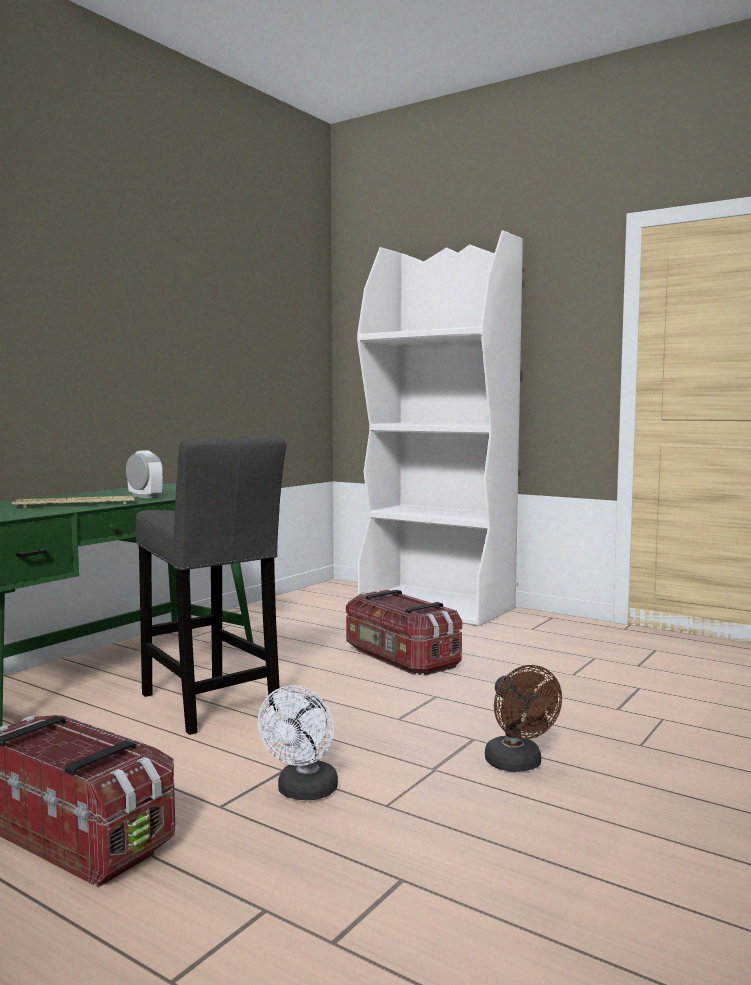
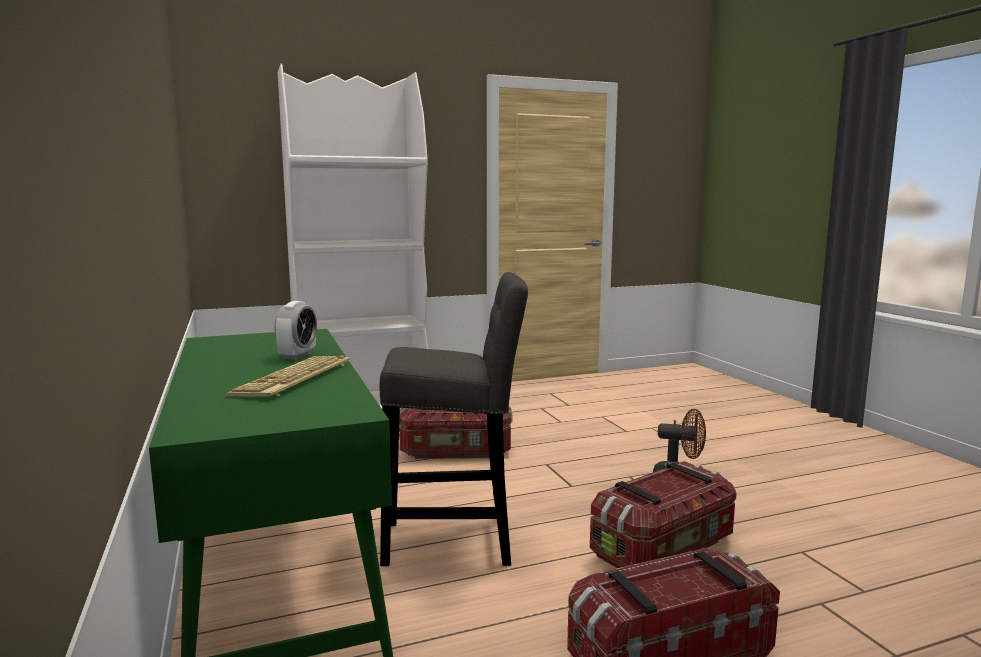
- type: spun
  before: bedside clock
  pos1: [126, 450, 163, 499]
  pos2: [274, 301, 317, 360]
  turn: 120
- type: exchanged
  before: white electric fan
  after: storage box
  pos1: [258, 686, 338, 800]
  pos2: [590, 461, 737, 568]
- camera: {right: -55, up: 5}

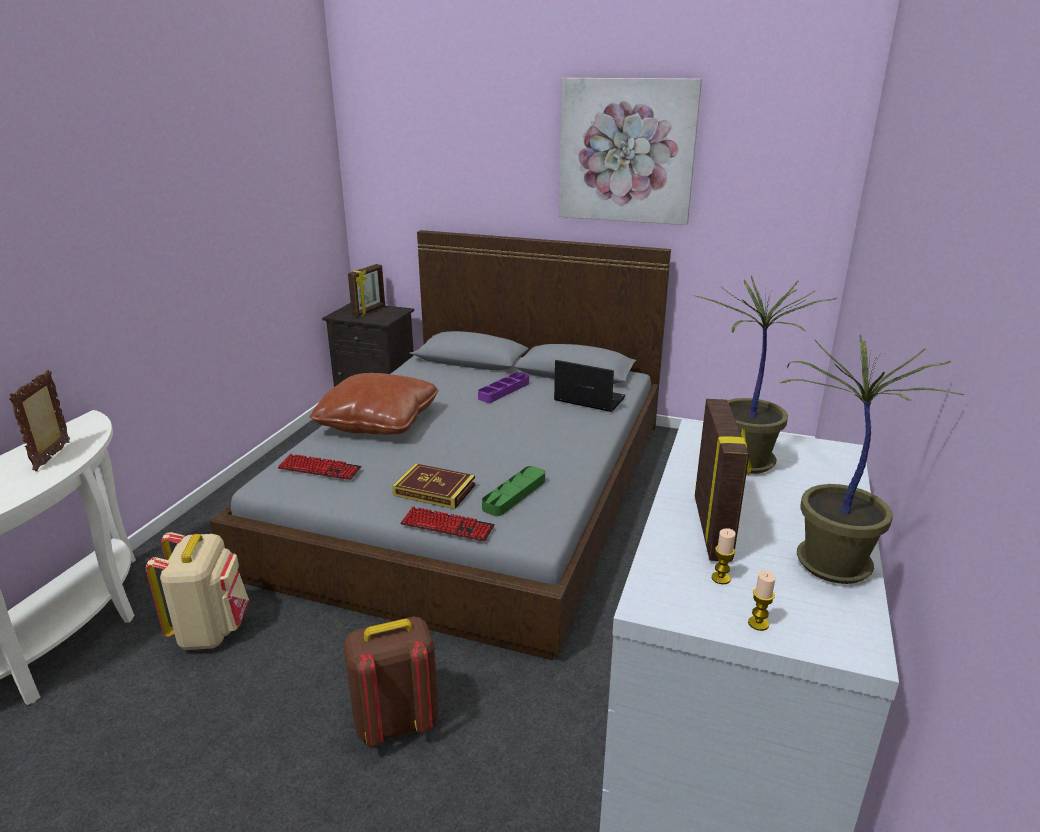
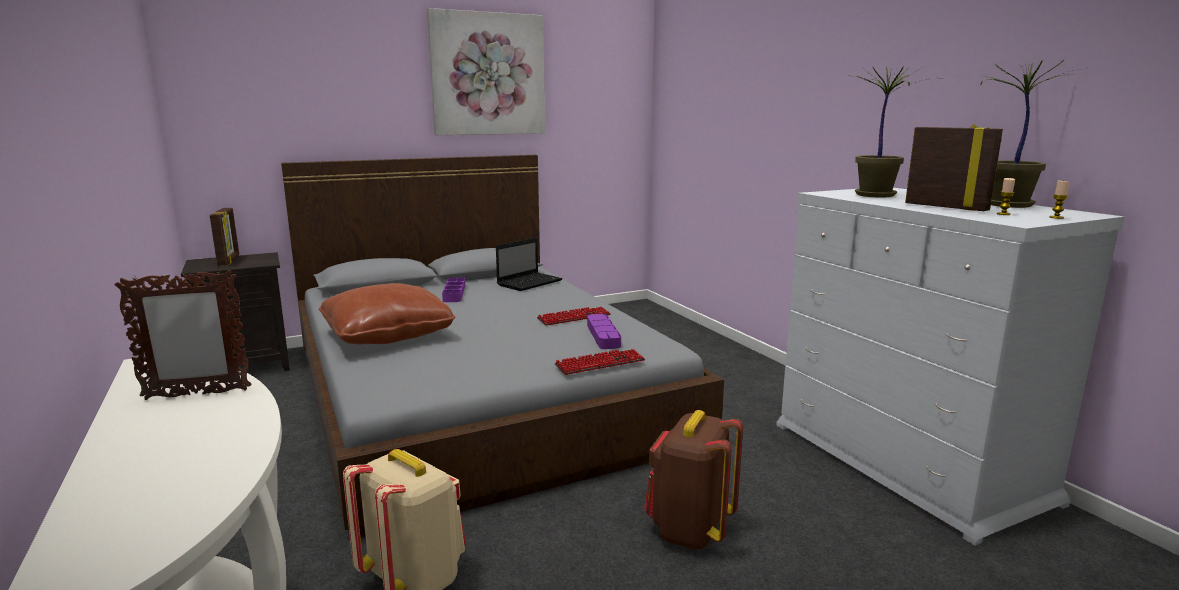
- type: spun
  before: standing frame
  pos1: [9, 370, 70, 471]
  pos2: [115, 270, 251, 400]
  turn: -60
- type: spun
  before: laptop
  pos1: [554, 360, 626, 412]
  pos2: [496, 238, 563, 291]
  turn: 150
- type: relocated
  before: PC keyboard
  pos1: [278, 454, 361, 480]
  pos2: [537, 307, 611, 326]
- type: colour
  before: green-coloured carrying tray
  after: purple-coloured carrying tray
  pos1: [482, 466, 545, 516]
  pos2: [587, 314, 621, 349]
- type: missing
  before: bound book
  pos1: [392, 463, 475, 509]
- camera: {right: -45, up: -10}

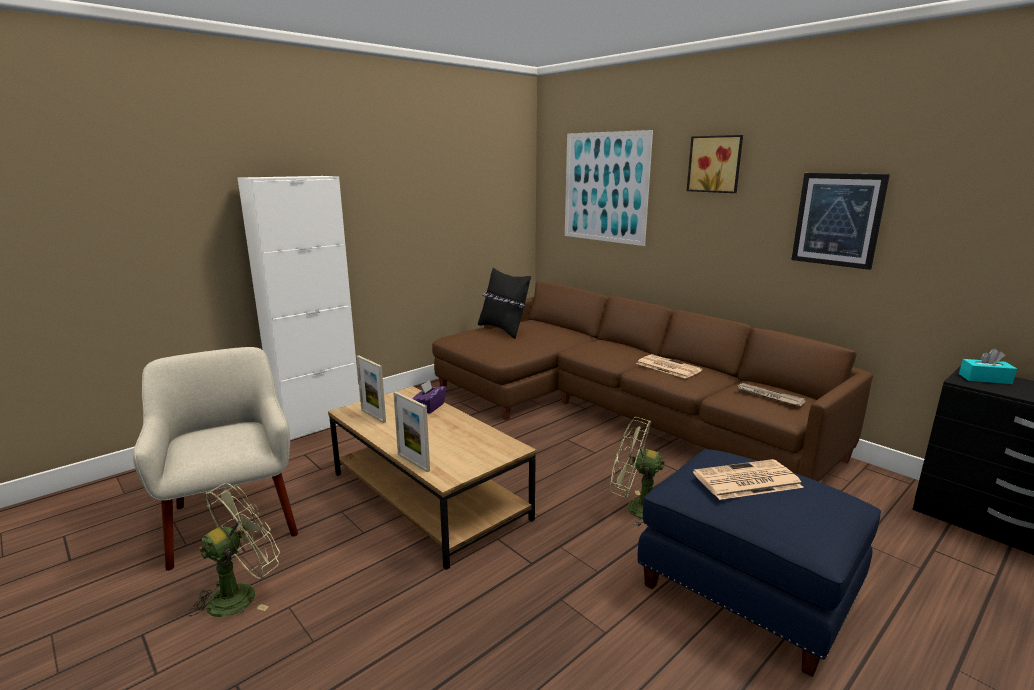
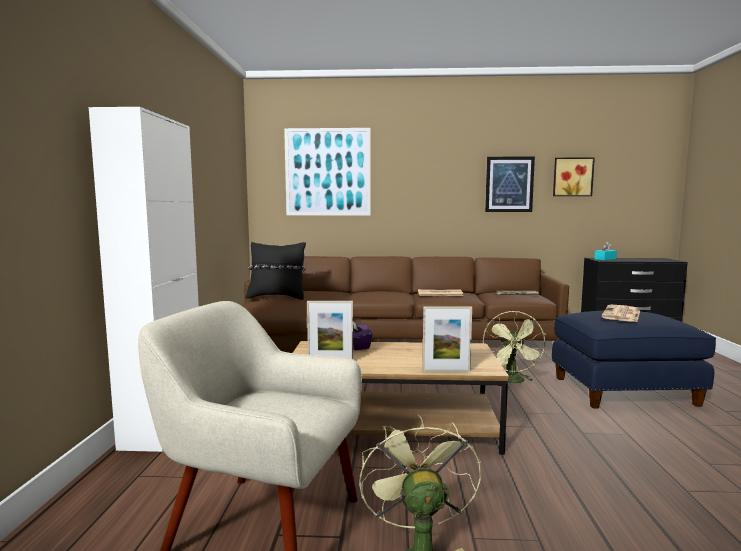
- type: spun
  before: green-coloured electric fan
  pos1: [610, 417, 665, 527]
  pos2: [483, 311, 546, 383]
  turn: -60
- type: relocated
  before: wall picture
  pos1: [687, 135, 743, 193]
  pos2: [553, 157, 595, 196]
- camera: {right: -45, up: -10}

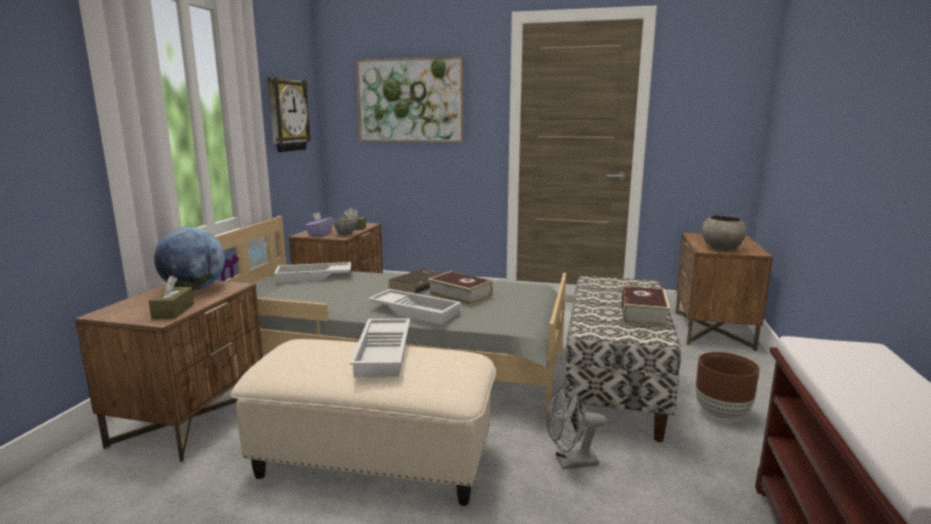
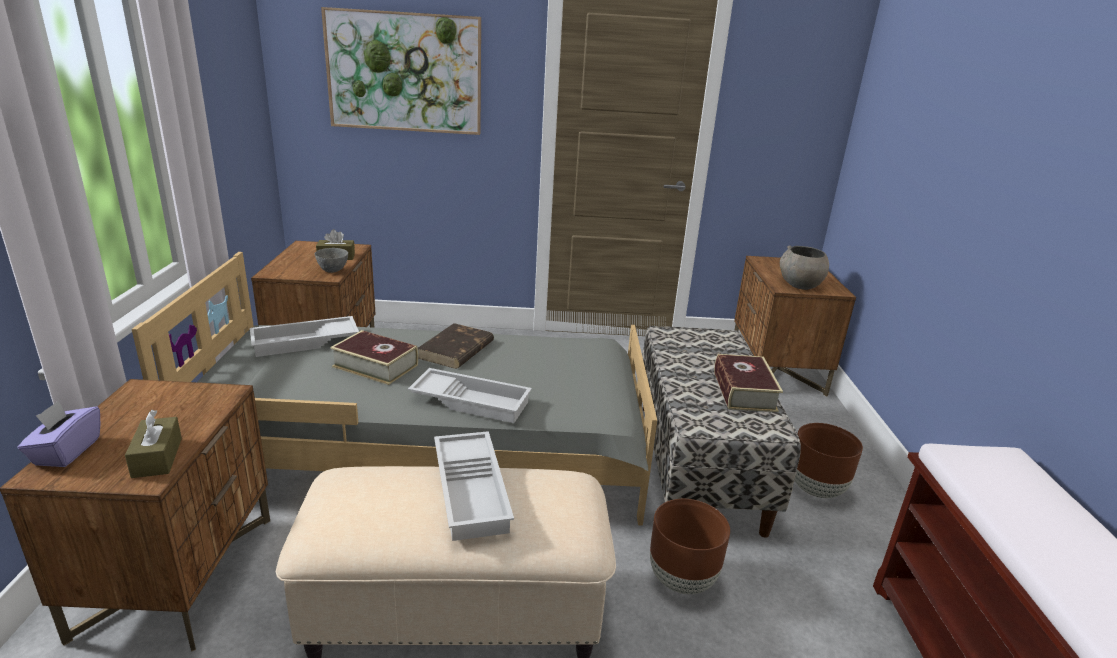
- type: relocated
  before: purple-coloured box of tissues
  pos1: [305, 212, 333, 236]
  pos2: [18, 401, 100, 467]
- type: relocated
  before: bound book
  pos1: [428, 271, 493, 306]
  pos2: [330, 330, 418, 385]
- type: exchanged
  before: gray electric fan
  after: brown-coloured flower pot
  pos1: [546, 384, 607, 469]
  pos2: [650, 499, 730, 594]
- type: missing
  before: desk globe
  pos1: [154, 227, 225, 290]
- type: missing
  before: clock on the wall
  pos1: [267, 77, 312, 152]
- camera: {right: -15, up: 10}

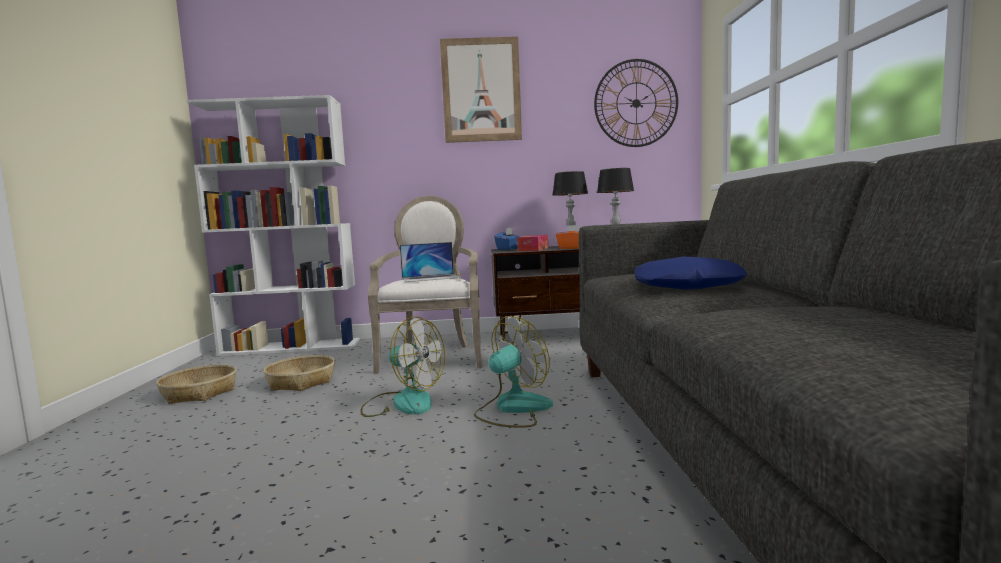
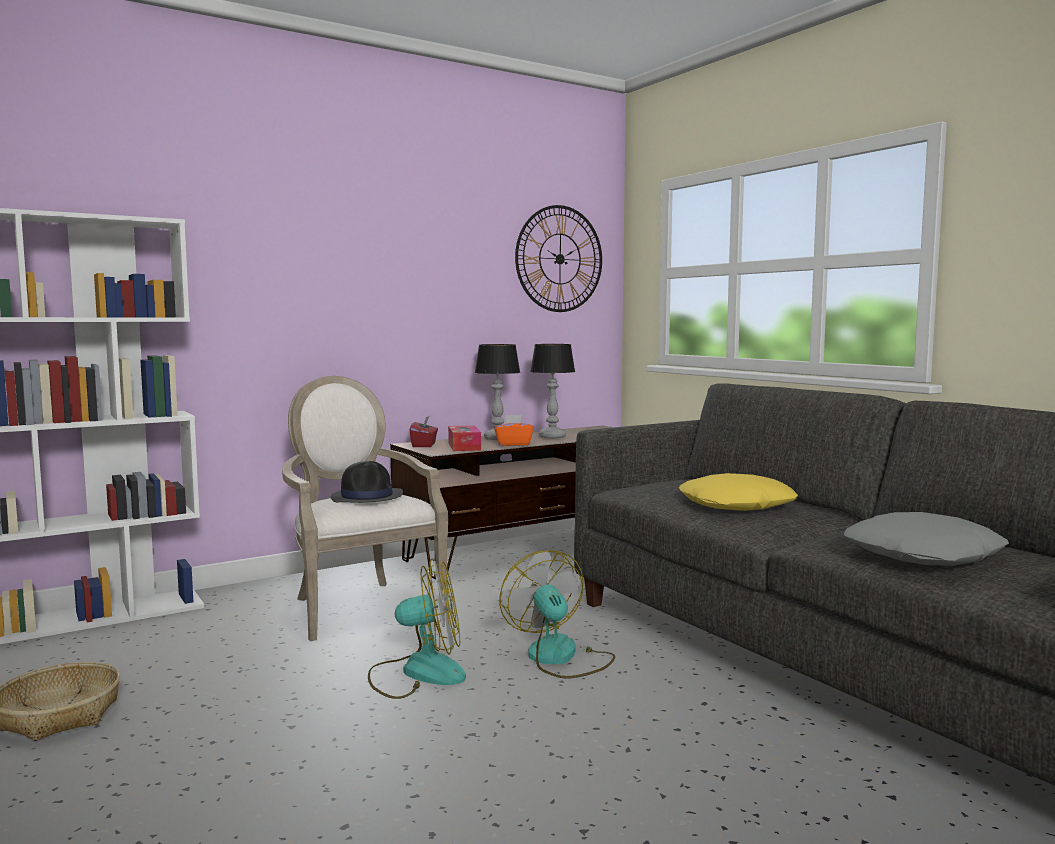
- type: exchanged
  before: laptop
  after: black wearable hat
  pos1: [400, 242, 461, 282]
  pos2: [331, 461, 403, 503]
- type: colour
  before: bluish box of tissues
  after: reddish box of tissues
  pos1: [494, 227, 520, 250]
  pos2: [410, 415, 438, 447]
- type: spun
  before: electric fan
  pos1: [474, 316, 553, 428]
  pos2: [499, 550, 615, 679]
  turn: -45
- type: colour
  before: bluish cushion
  after: yellowish cushion
  pos1: [634, 256, 746, 290]
  pos2: [679, 473, 798, 511]
- type: appeared
  after: gray cushion
  pos2: [844, 512, 1009, 566]
- type: missing
  before: storage basket
  pos1: [264, 355, 335, 391]
- type: missing
  before: wall picture
  pos1: [440, 36, 522, 143]
- camera: {right: -30, up: 0}

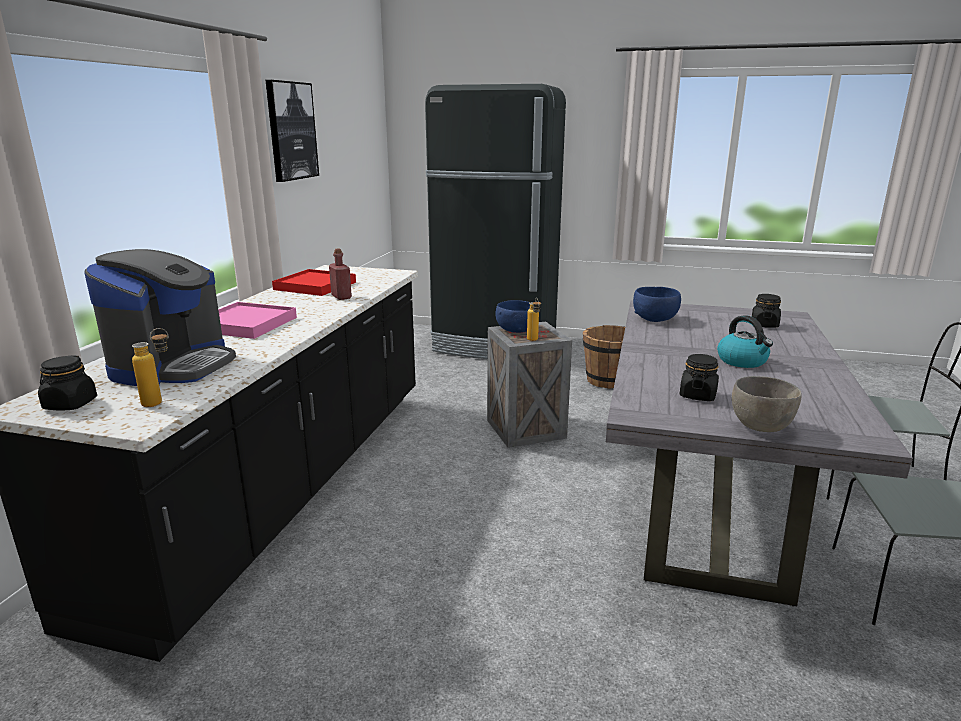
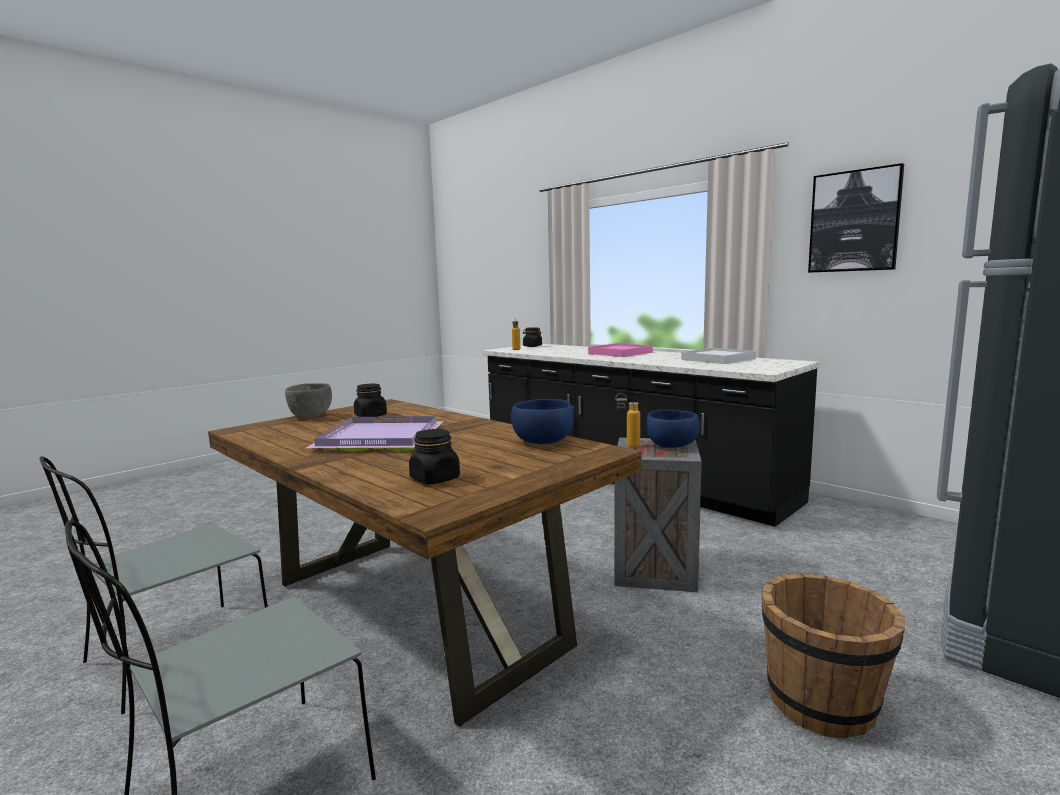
- type: colour
  before: gray kitchen table
  after: brown-coloured kitchen table
  pos1: [606, 301, 913, 607]
  pos2: [208, 399, 642, 727]
- type: exchanged
  before: water kettle
  after: purple-coloured carrying tray
  pos1: [717, 315, 773, 368]
  pos2: [306, 416, 444, 451]
- type: colour
  before: reddish carrying tray
  after: white carrying tray
  pos1: [272, 269, 356, 296]
  pos2: [681, 348, 756, 364]
- type: missing
  before: coffee machine
  pos1: [84, 249, 236, 386]
- type: missing
  before: reddish beverage bottle
  pos1: [329, 248, 352, 300]
- camera: {right: 120, up: -10}

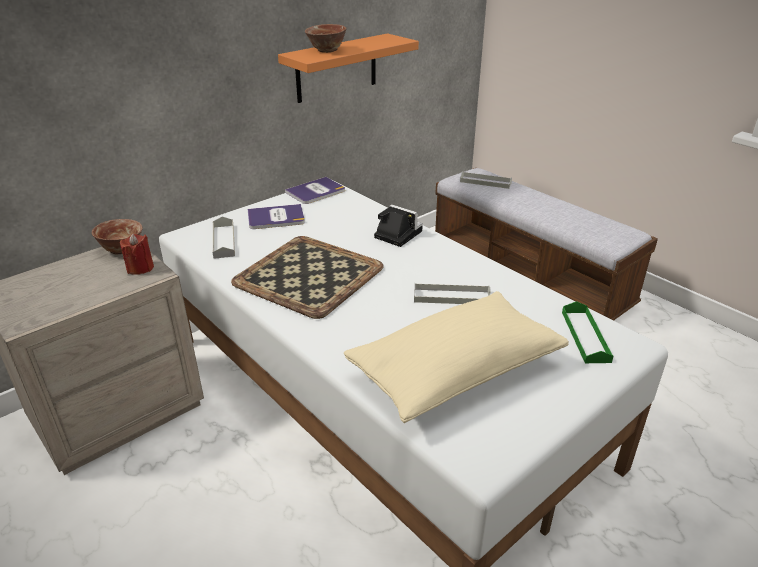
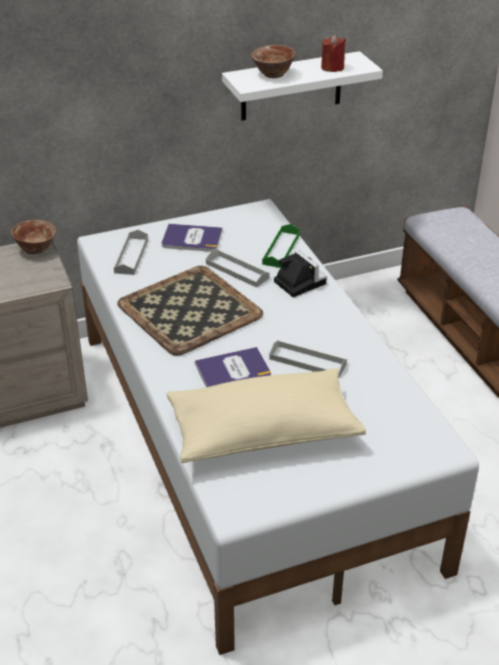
- type: relocated
  before: bound book
  pos1: [285, 177, 345, 204]
  pos2: [195, 347, 271, 387]
- type: relocated
  before: gray carrying tray
  pos1: [460, 171, 512, 189]
  pos2: [206, 250, 269, 288]
- type: colour
  before: orangey bracket shelf
  after: white bracket shelf
  pos1: [278, 33, 419, 103]
  pos2: [222, 51, 383, 121]
- type: relocated
  before: green-coloured carrying tray
  pos1: [562, 301, 614, 363]
  pos2: [262, 224, 300, 268]
- type: relocated
  before: reddish wax light
  pos1: [120, 233, 154, 275]
  pos2: [321, 34, 346, 72]
- camera: {right: 20, up: 5}

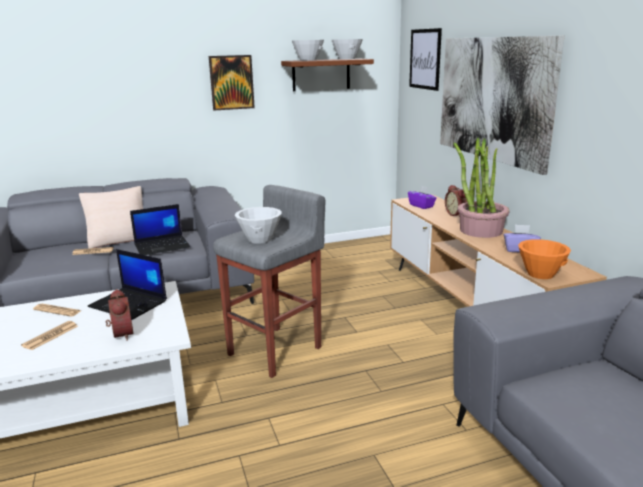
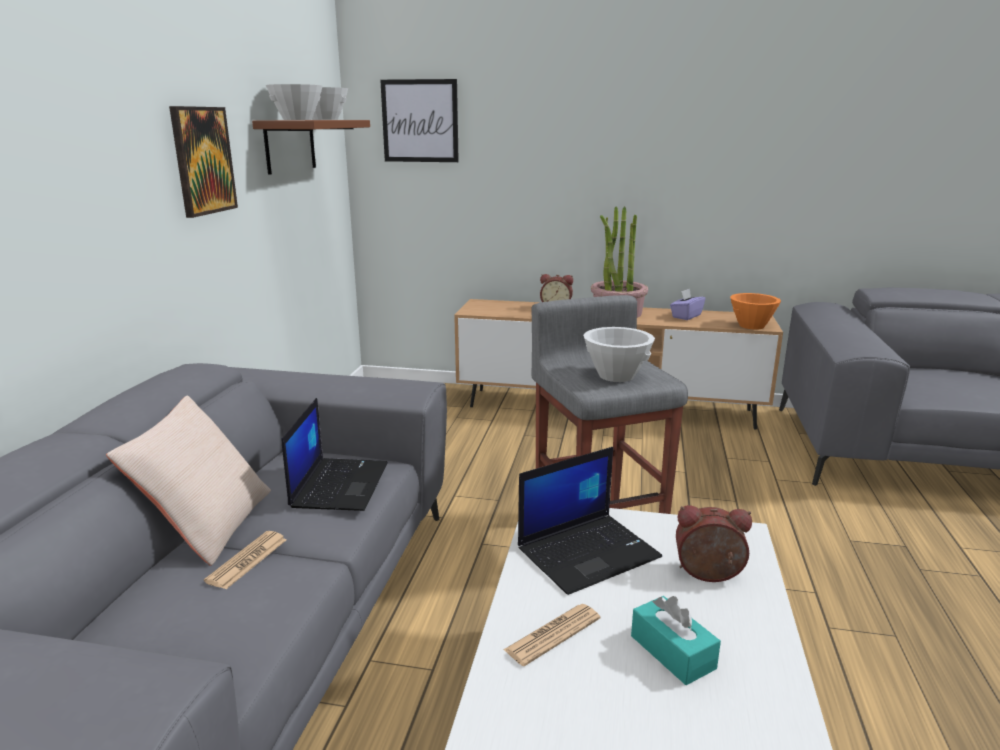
- type: exchanged
  before: daily paper
  after: turquoise-coloured box of tissues
  pos1: [21, 321, 78, 350]
  pos2: [631, 596, 721, 685]
- type: missing
  before: purple-coloured box of tissues
  pos1: [408, 186, 437, 209]
- type: missing
  before: wall picture
  pos1: [440, 36, 564, 175]
- camera: {right: -60, up: 0}

